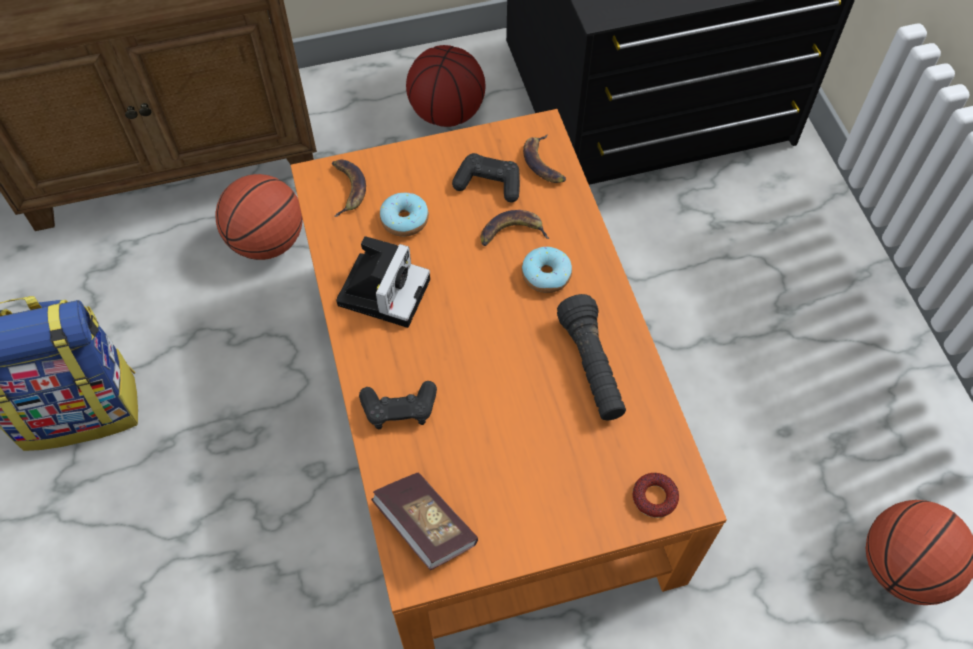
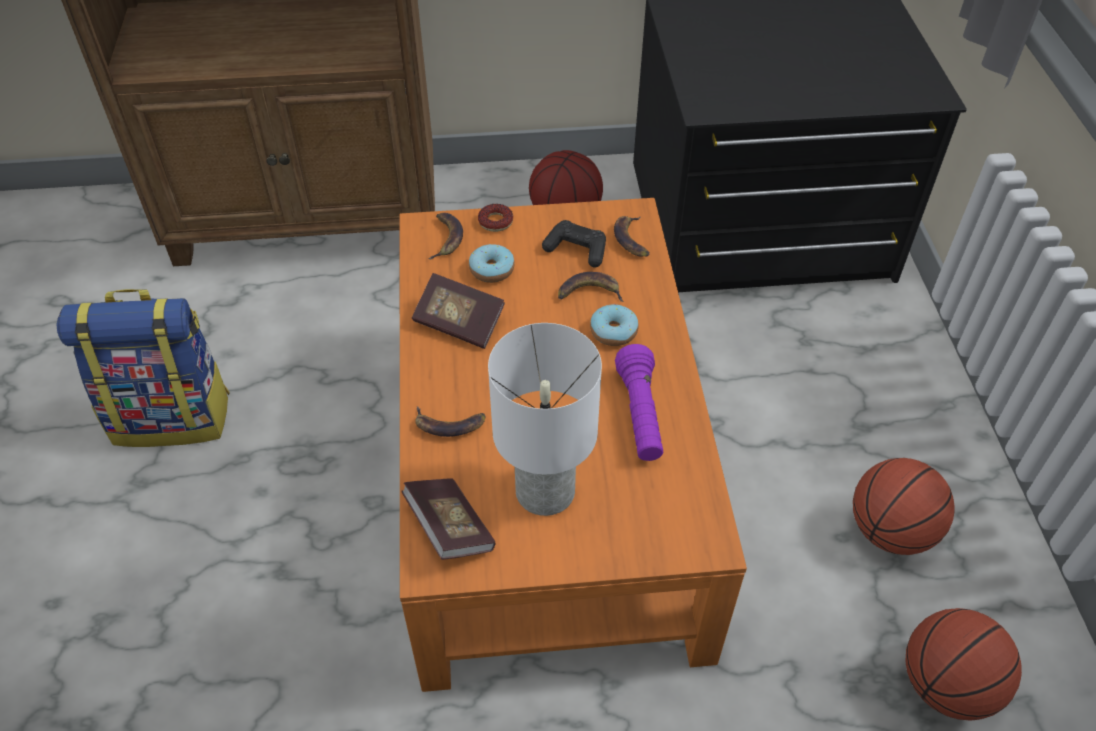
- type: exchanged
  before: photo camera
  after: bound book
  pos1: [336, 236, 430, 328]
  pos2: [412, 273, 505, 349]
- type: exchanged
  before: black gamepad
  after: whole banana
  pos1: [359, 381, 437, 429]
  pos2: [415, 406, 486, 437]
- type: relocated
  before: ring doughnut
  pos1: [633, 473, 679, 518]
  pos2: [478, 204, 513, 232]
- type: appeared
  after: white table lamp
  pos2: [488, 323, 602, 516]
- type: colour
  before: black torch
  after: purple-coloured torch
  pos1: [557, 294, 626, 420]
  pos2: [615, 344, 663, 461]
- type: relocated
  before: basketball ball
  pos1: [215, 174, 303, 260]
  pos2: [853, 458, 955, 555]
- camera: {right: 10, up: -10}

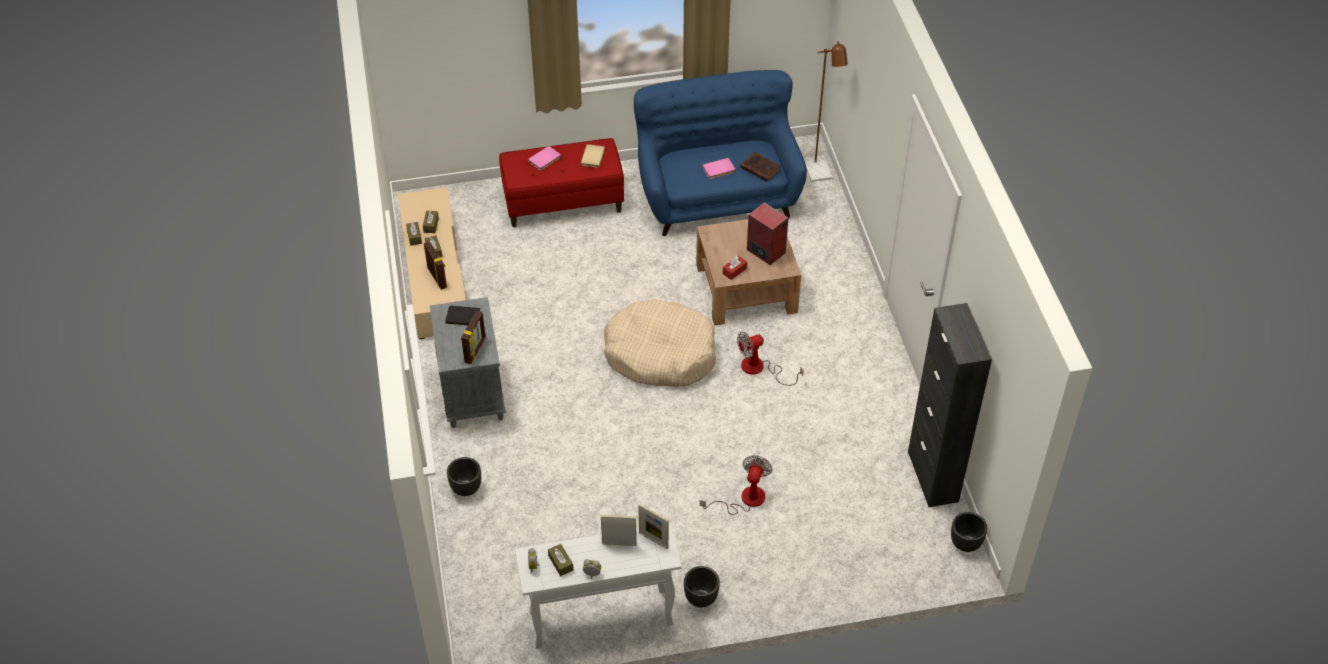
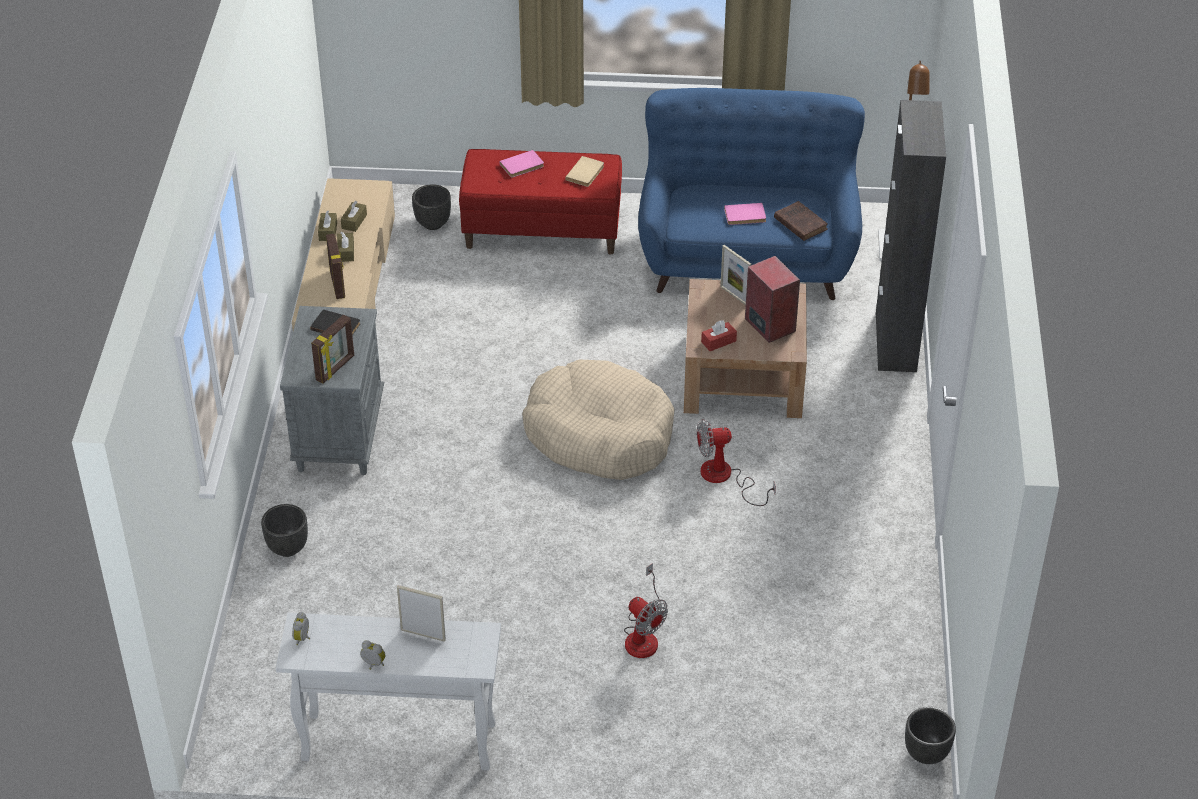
- type: relocated
  before: black flower pot
  pos1: [684, 566, 720, 607]
  pos2: [412, 184, 451, 230]
- type: spun
  before: electric fan
  pos1: [700, 455, 772, 515]
  pos2: [624, 563, 668, 658]
  turn: 105
- type: relocated
  before: standing frame
  pos1: [638, 504, 669, 549]
  pos2: [720, 245, 751, 305]
- type: relocated
  before: black cabinet
  pos1: [908, 303, 992, 507]
  pos2: [876, 100, 946, 372]
- type: missing
  before: brown-coloured box of tissues
  pos1: [548, 544, 573, 576]
- camera: {right: 15, up: -5}

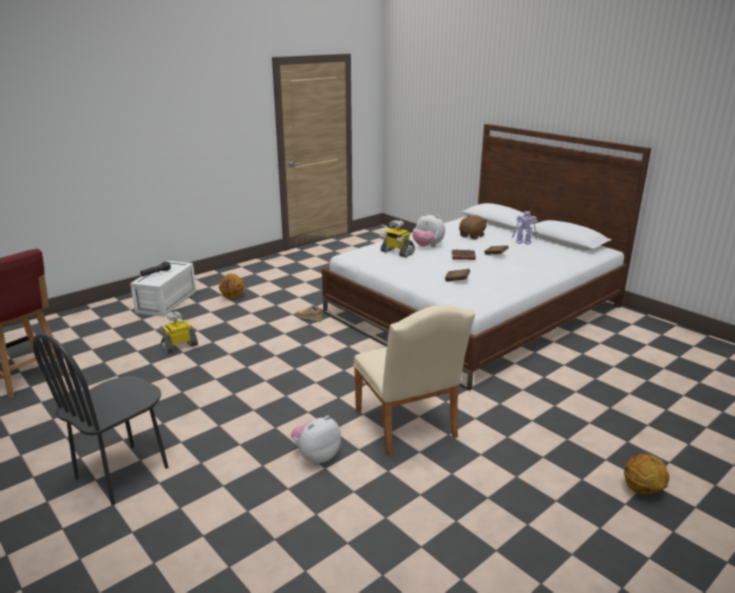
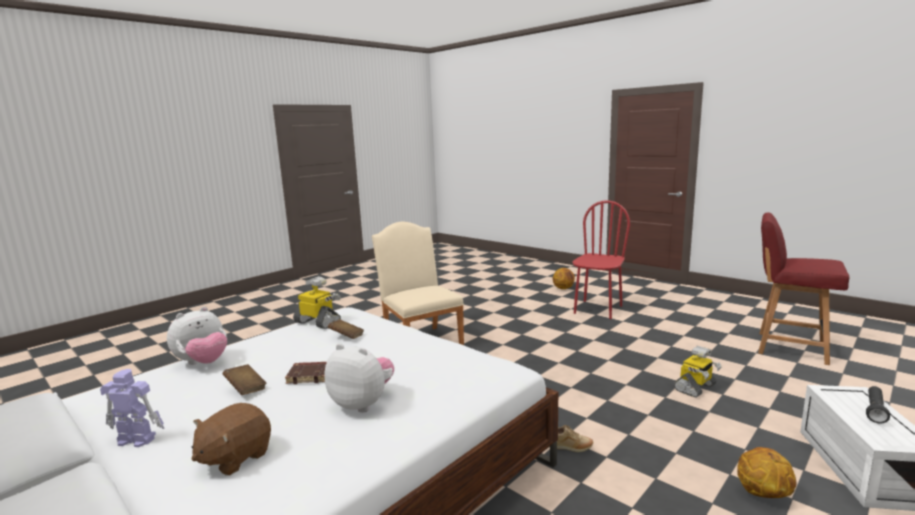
- type: relocated
  before: plush toy
  pos1: [291, 416, 341, 465]
  pos2: [167, 307, 227, 365]
- type: relocated
  before: robot figure
  pos1: [380, 220, 415, 257]
  pos2: [293, 276, 341, 329]
- type: relocated
  before: basketball ball
  pos1: [624, 453, 669, 495]
  pos2: [553, 268, 575, 289]
- type: colour
  before: black plain chair
  after: reddish plain chair
  pos1: [33, 333, 168, 506]
  pos2: [572, 200, 630, 319]
- camera: {right: 175, up: -10}

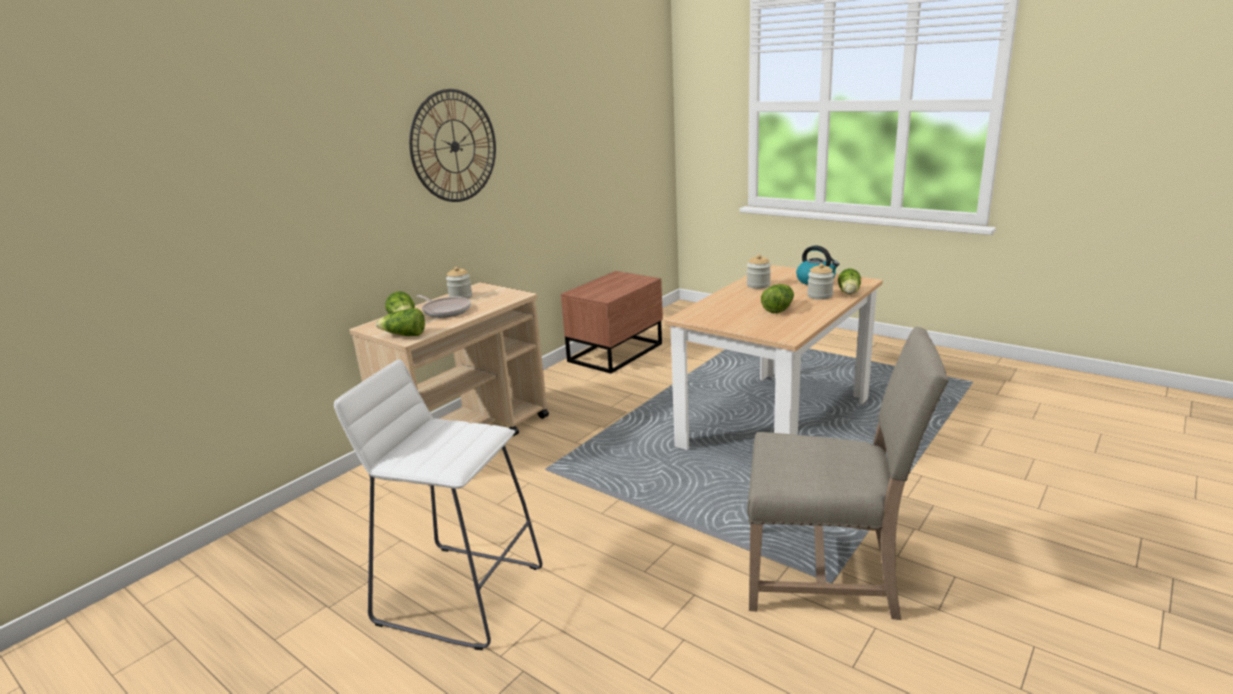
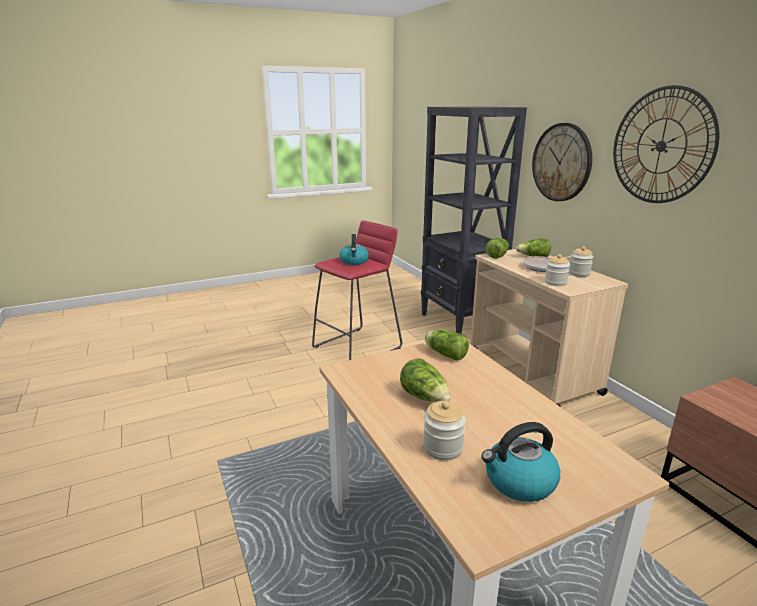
- type: colour
  before: white sitting stool
  after: reddish sitting stool
  pos1: [334, 359, 543, 650]
  pos2: [312, 220, 402, 360]
- type: appeared
  after: water kettle
  pos2: [339, 234, 369, 265]
- type: appeared
  after: black bookcase
  pos2: [421, 106, 527, 334]
- type: relocated
  before: head of lettuce
  pos1: [838, 268, 861, 294]
  pos2: [425, 329, 469, 360]
- type: appeared
  after: clock on the wall
  pos2: [532, 123, 592, 201]
- type: relocated
  before: storage jar
  pos1: [747, 254, 771, 289]
  pos2: [544, 254, 570, 286]
- type: missing
  before: sand-coloured plain chair
  pos1: [747, 327, 949, 620]
- camera: {right: 115, up: 0}

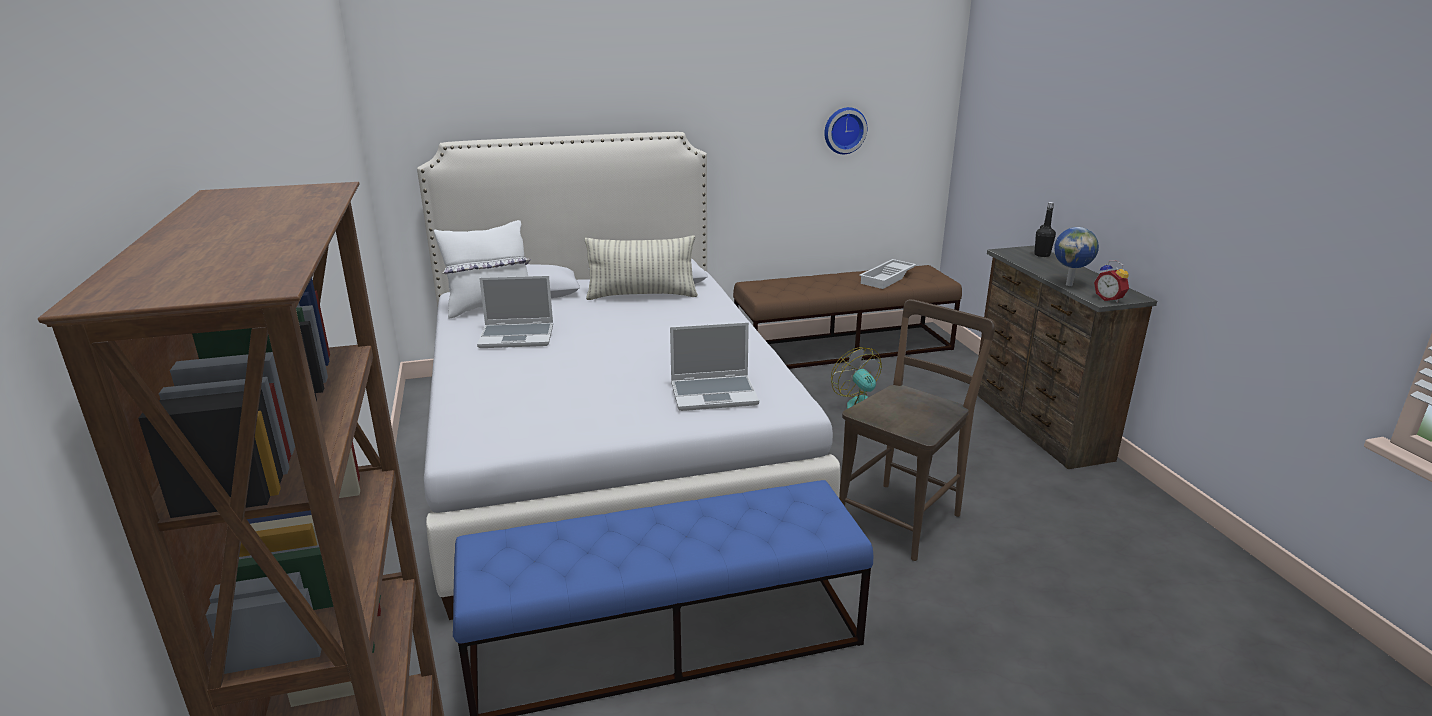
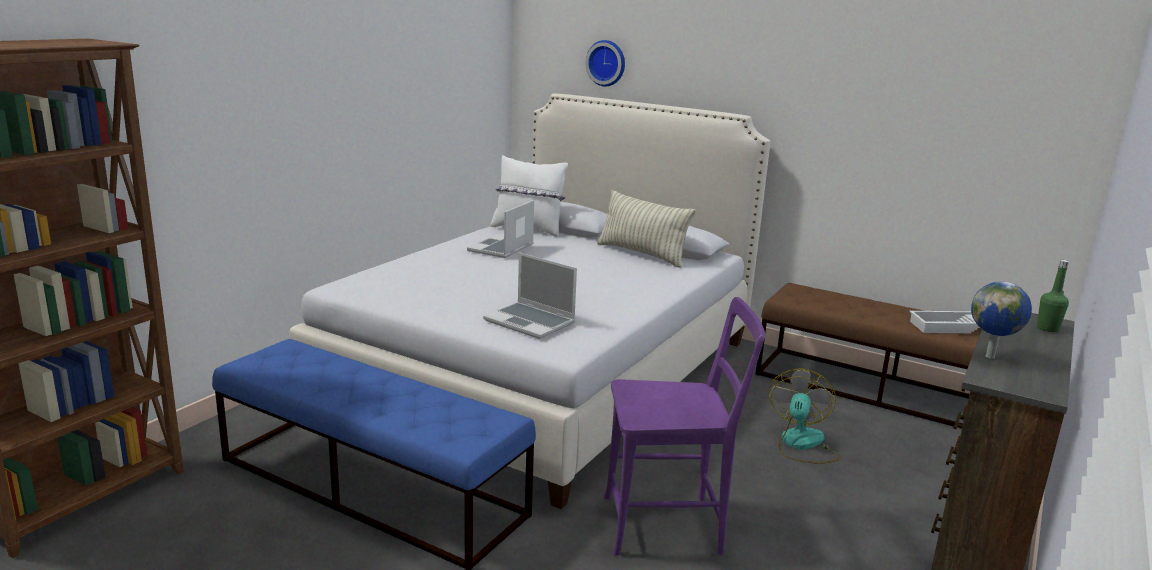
- type: spun
  before: laptop
  pos1: [477, 276, 553, 348]
  pos2: [467, 200, 534, 258]
  turn: 75
- type: relocated
  before: clock on the wall
  pos1: [824, 107, 867, 154]
  pos2: [585, 40, 625, 86]
- type: colour
  before: brown-coloured plain chair
  after: purple-coloured plain chair
  pos1: [839, 299, 996, 561]
  pos2: [604, 297, 765, 556]
- type: colour
  before: black beverage bottle
  after: green-coloured beverage bottle
  pos1: [1034, 202, 1056, 257]
  pos2: [1037, 260, 1069, 332]
- type: missing
  before: bedside clock
  pos1: [1094, 260, 1129, 303]
- camera: {right: 45, up: -5}

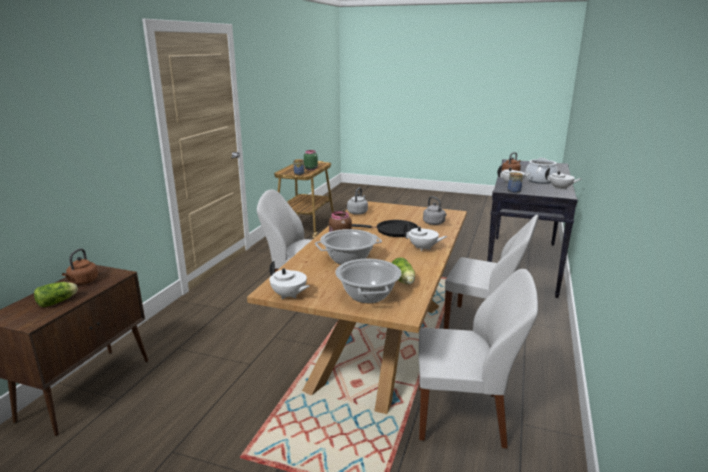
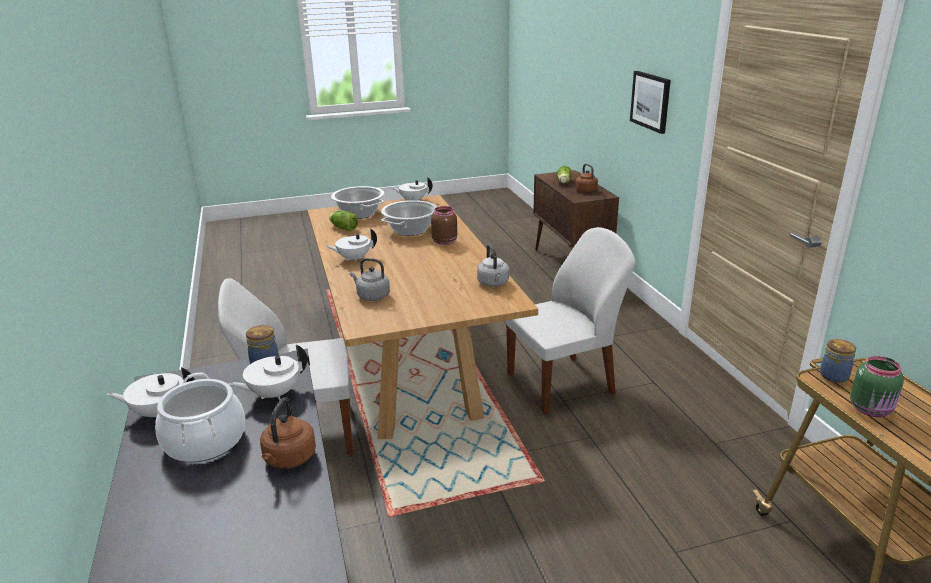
- type: appeared
  after: wall picture
  pos2: [630, 71, 671, 134]
- type: missing
  before: black frying pan
  pos1: [352, 220, 418, 237]
- type: missing
  before: white plain chair
  pos1: [419, 269, 538, 448]
- camera: {right: 145, up: 5}

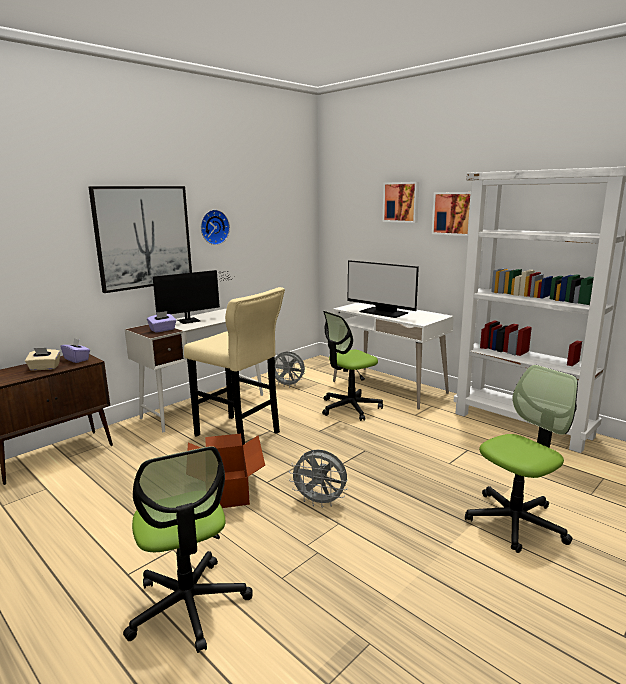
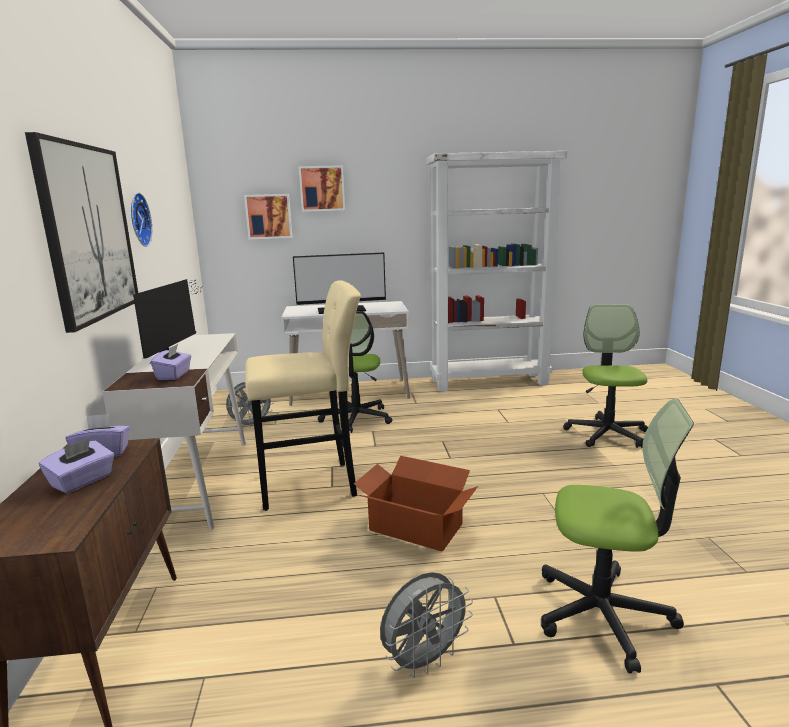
- type: colour
  before: sand-coloured box of tissues
  after: purple-coloured box of tissues
  pos1: [25, 348, 60, 371]
  pos2: [39, 438, 114, 494]
- type: relocated
  before: wall picture
  pos1: [432, 192, 471, 236]
  pos2: [244, 194, 293, 239]
- type: relocated
  before: gray electric fan
  pos1: [289, 449, 348, 508]
  pos2: [380, 572, 473, 678]
- camera: {right: -50, up: 0}

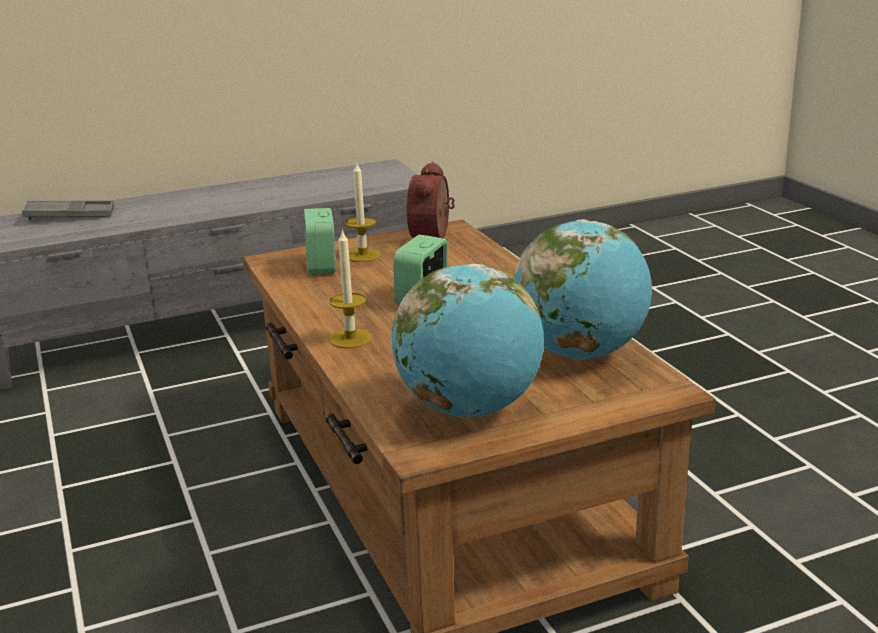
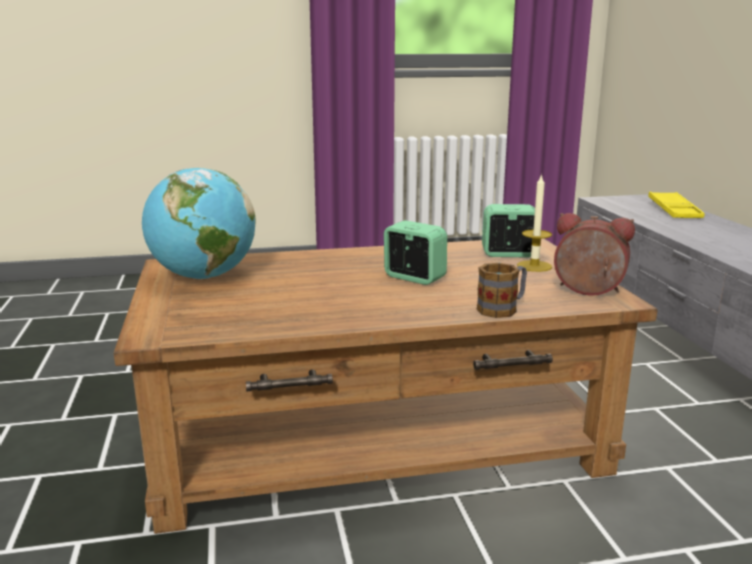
- type: appeared
  after: tea mug
  pos2: [476, 263, 527, 318]
- type: colour
  before: gray carrying tray
  after: yellowish carrying tray
  pos1: [22, 200, 114, 220]
  pos2: [648, 192, 705, 218]
- type: missing
  before: wax light
  pos1: [329, 229, 372, 349]
- type: missing
  before: desk globe
  pos1: [513, 219, 652, 360]
- camera: {right: 100, up: -5}

